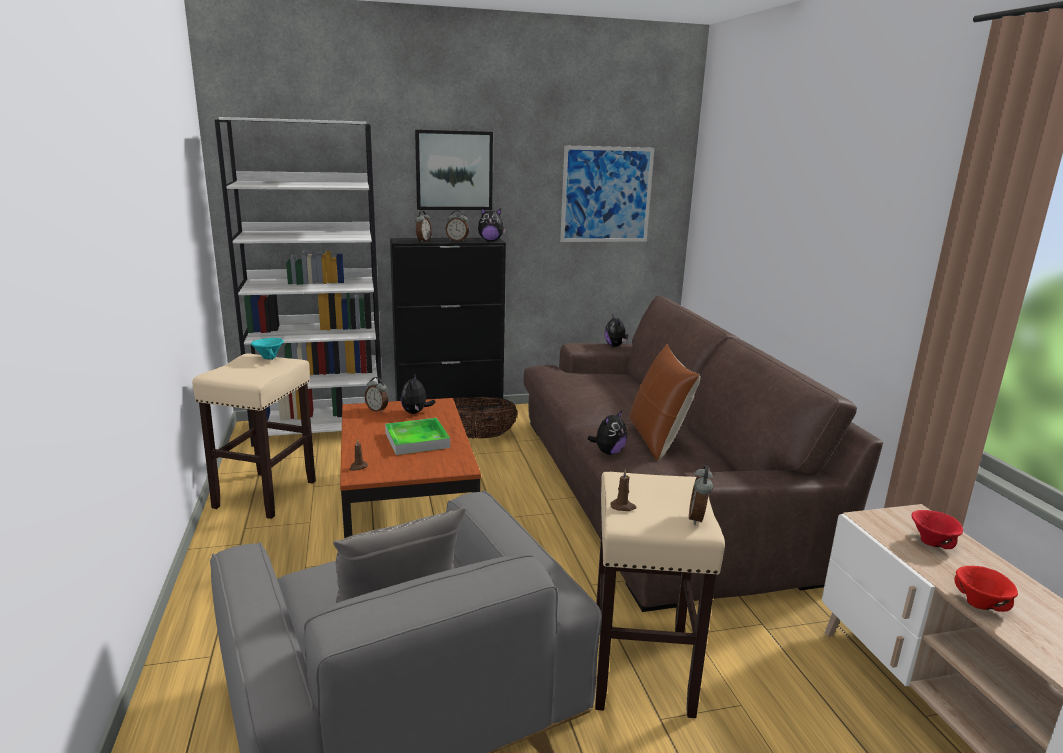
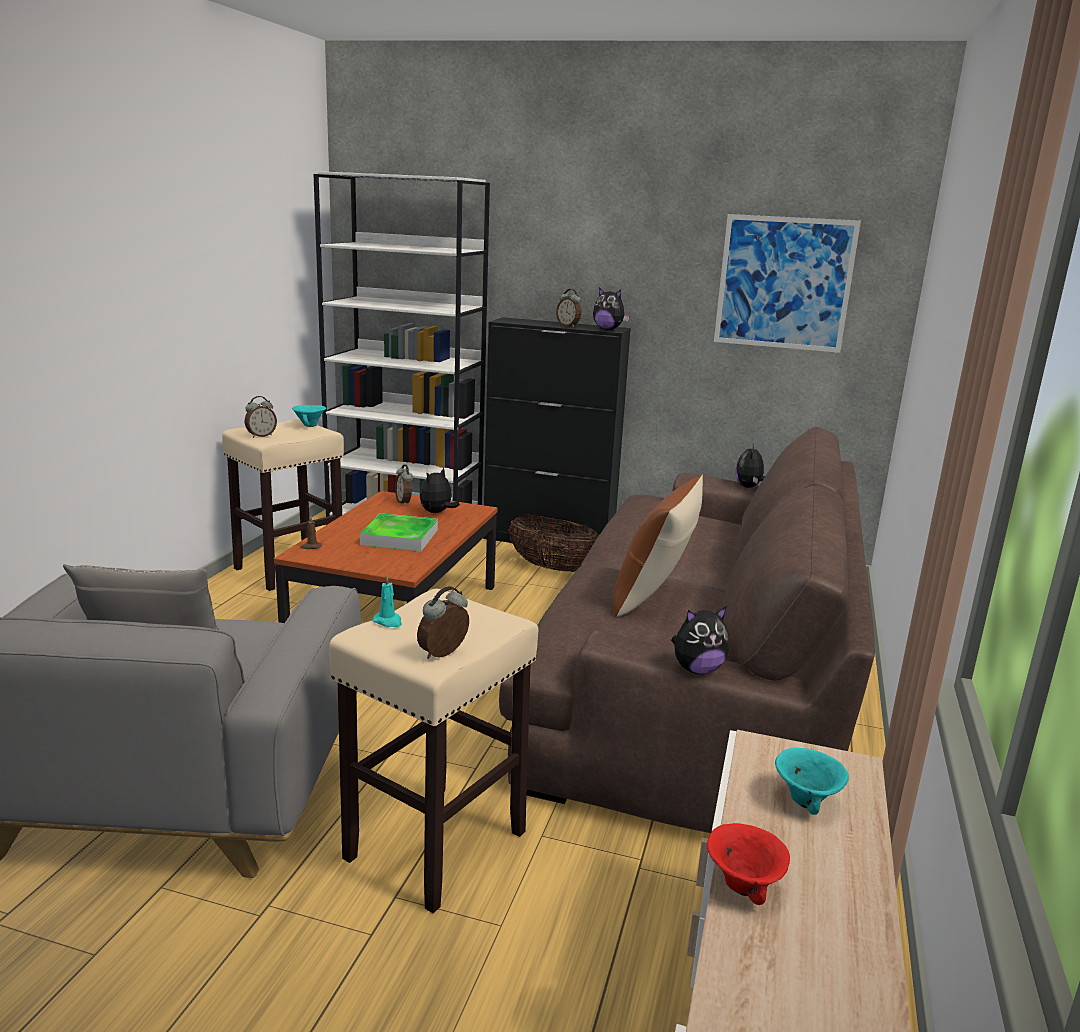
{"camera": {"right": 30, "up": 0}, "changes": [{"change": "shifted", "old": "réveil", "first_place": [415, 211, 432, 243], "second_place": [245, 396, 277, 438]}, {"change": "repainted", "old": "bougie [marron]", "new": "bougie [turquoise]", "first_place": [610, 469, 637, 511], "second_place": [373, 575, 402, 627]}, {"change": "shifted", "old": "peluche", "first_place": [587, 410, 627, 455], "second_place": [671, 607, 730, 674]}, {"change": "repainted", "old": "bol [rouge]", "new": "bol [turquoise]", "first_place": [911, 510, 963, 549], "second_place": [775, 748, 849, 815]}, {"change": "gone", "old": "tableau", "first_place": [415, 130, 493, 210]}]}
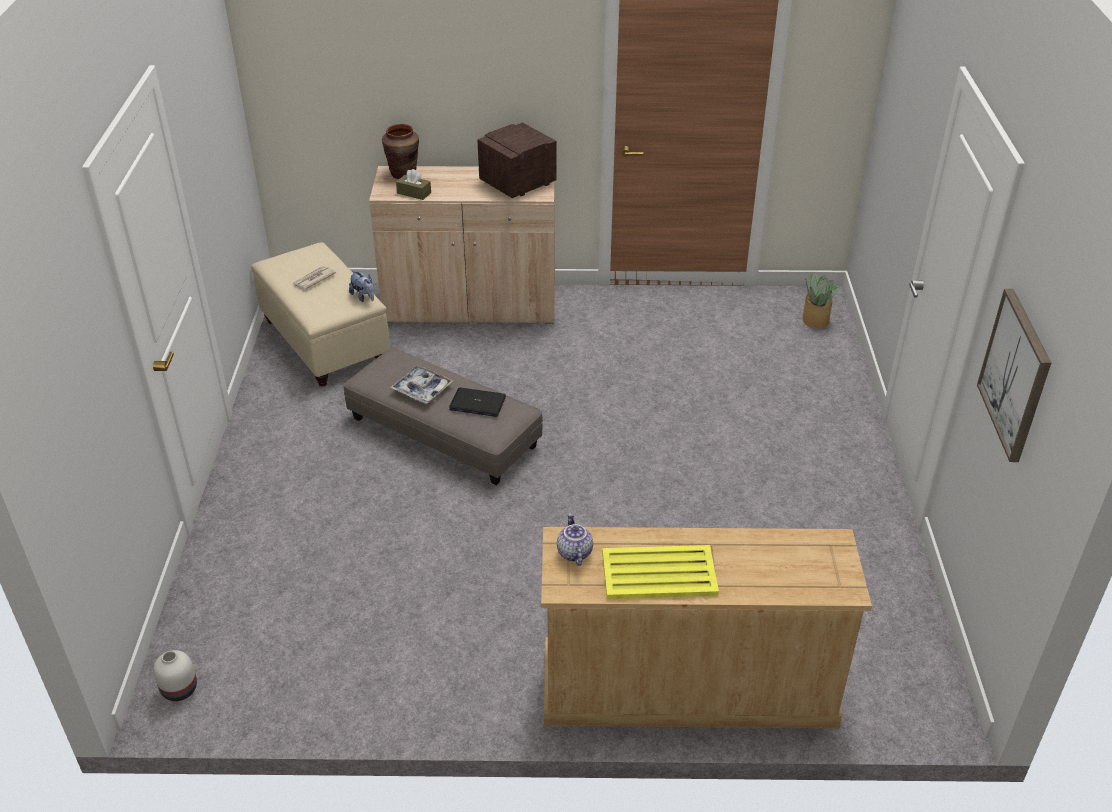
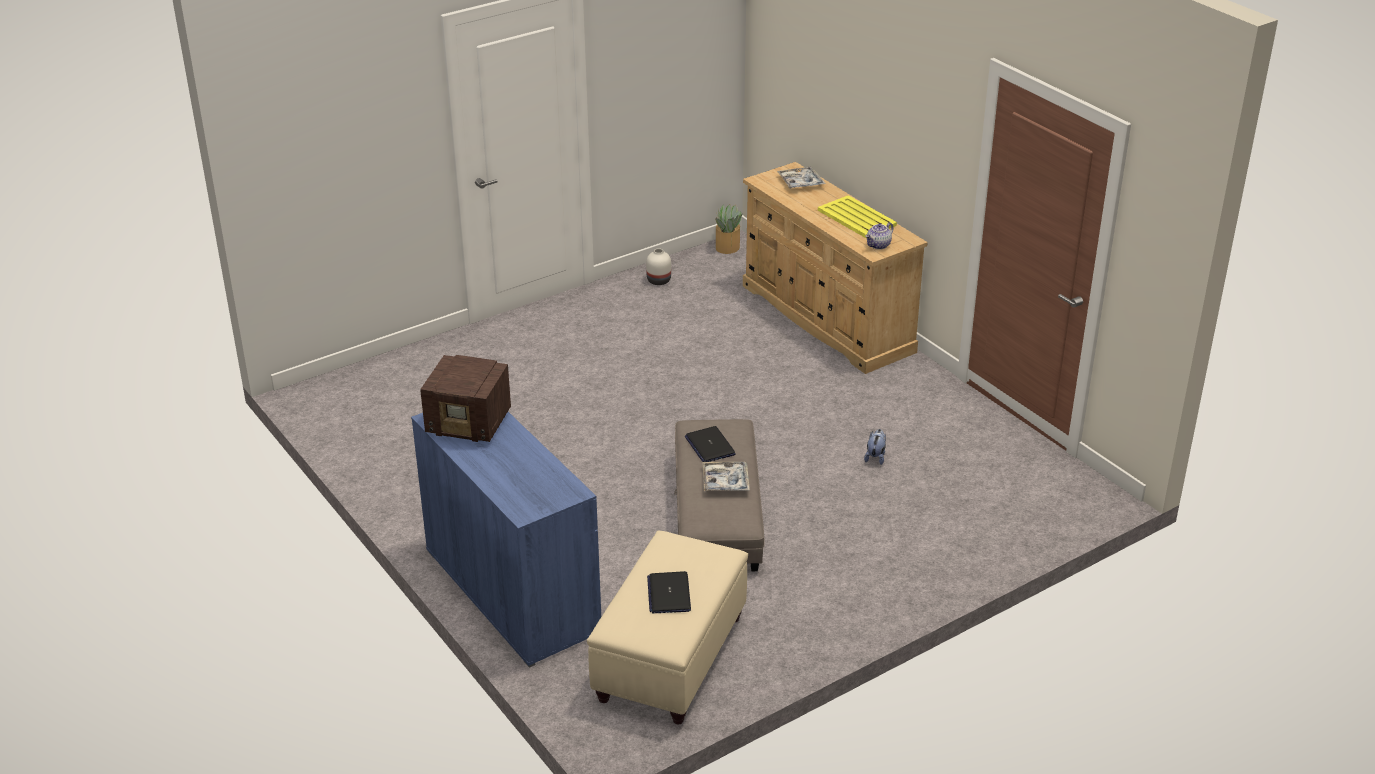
{"camera": {"right": -125, "up": -5}, "changes": [{"change": "repainted", "old": "meuble de rangement [beige]", "new": "meuble de rangement [bleu]", "first_place": [369, 166, 555, 324], "second_place": [411, 412, 601, 668]}, {"change": "shifted", "old": "vase [blanc]", "first_place": [153, 650, 197, 701], "second_place": [646, 248, 671, 285]}, {"change": "swapped", "old": "journal", "new": "ordinateur portable", "first_place": [293, 266, 336, 290], "second_place": [647, 571, 691, 613]}, {"change": "shifted", "old": "plante en pot", "first_place": [802, 272, 840, 329], "second_place": [715, 204, 742, 254]}, {"change": "new", "new": "plateau", "second_place": [777, 167, 826, 189]}, {"change": "shifted", "old": "peluche", "first_place": [349, 271, 374, 302], "second_place": [864, 429, 886, 465]}, {"change": "gone", "old": "vase [marron]", "first_place": [382, 124, 419, 179]}, {"change": "gone", "old": "boîte à mouchoirs [marron]", "first_place": [396, 169, 431, 200]}, {"change": "gone", "old": "tableau", "first_place": [977, 289, 1051, 462]}]}
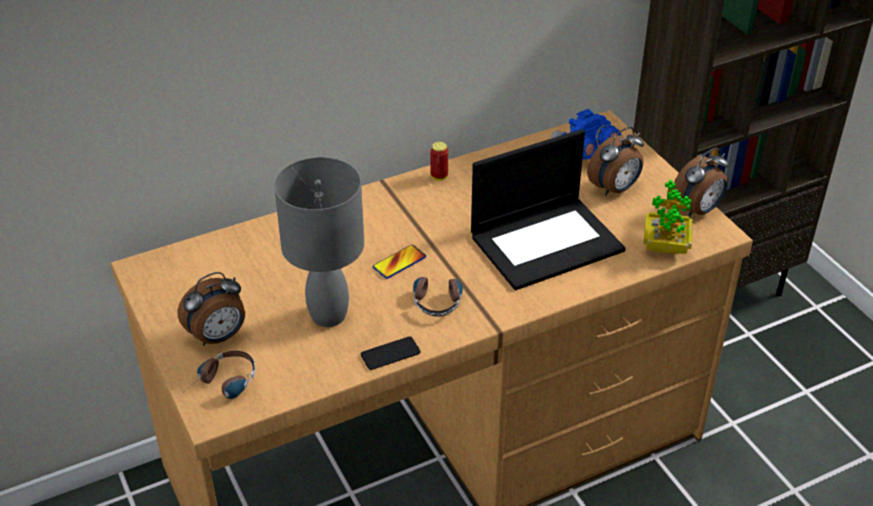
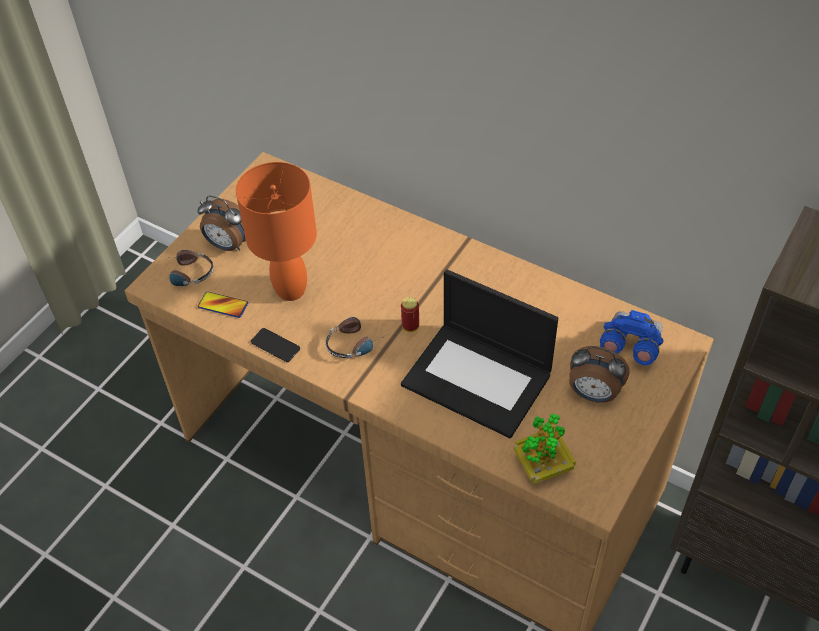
{"camera": {"right": 60, "up": 10}, "changes": [{"change": "shifted", "old": "téléphone", "first_place": [373, 245, 426, 279], "second_place": [198, 292, 248, 318]}, {"change": "repainted", "old": "lampe de table [gris]", "new": "lampe de table [orange]", "first_place": [274, 157, 364, 327], "second_place": [236, 162, 317, 301]}, {"change": "shifted", "old": "boîte métallique", "first_place": [430, 142, 448, 181], "second_place": [401, 297, 419, 332]}, {"change": "gone", "old": "réveil", "first_place": [672, 148, 729, 217]}]}
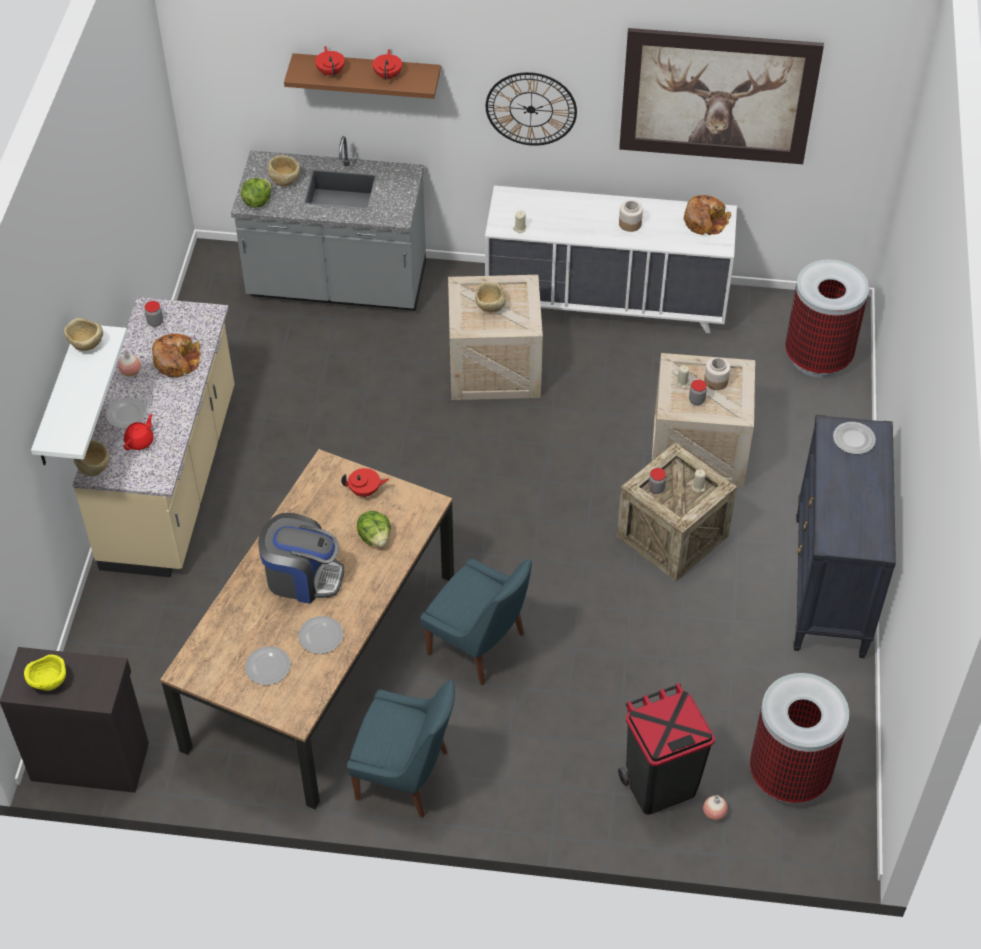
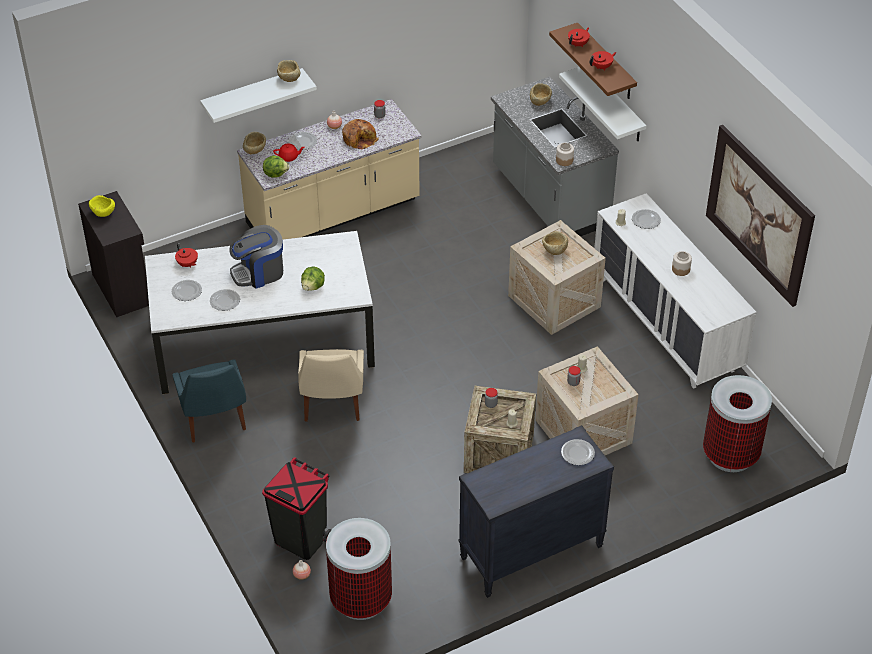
{"camera": {"right": 55, "up": -5}, "changes": [{"change": "repainted", "old": "table à manger [marron]", "new": "table à manger [blanc]", "first_place": [160, 449, 454, 810], "second_place": [145, 231, 375, 394]}, {"change": "shifted", "old": "théière [rouge]", "first_place": [341, 468, 389, 497], "second_place": [175, 243, 198, 267]}, {"change": "rotated", "old": "machine à café", "first_place": [258, 513, 344, 604], "second_place": [229, 225, 283, 288], "degrees": 90}, {"change": "shifted", "old": "laitue", "first_place": [241, 178, 271, 208], "second_place": [263, 155, 290, 178]}, {"change": "repainted", "old": "chaise [bleu]", "new": "chaise [beige]", "first_place": [420, 558, 532, 686], "second_place": [298, 349, 364, 422]}, {"change": "shifted", "old": "bocal", "first_place": [704, 357, 730, 390], "second_place": [556, 143, 574, 166]}, {"change": "new", "new": "étagère [blanc]", "second_place": [559, 67, 647, 141]}, {"change": "new", "new": "assiette", "second_place": [632, 209, 661, 229]}, {"change": "gone", "old": "horloge murale", "first_place": [486, 72, 577, 146]}, {"change": "gone", "old": "pain", "first_place": [684, 195, 731, 235]}]}
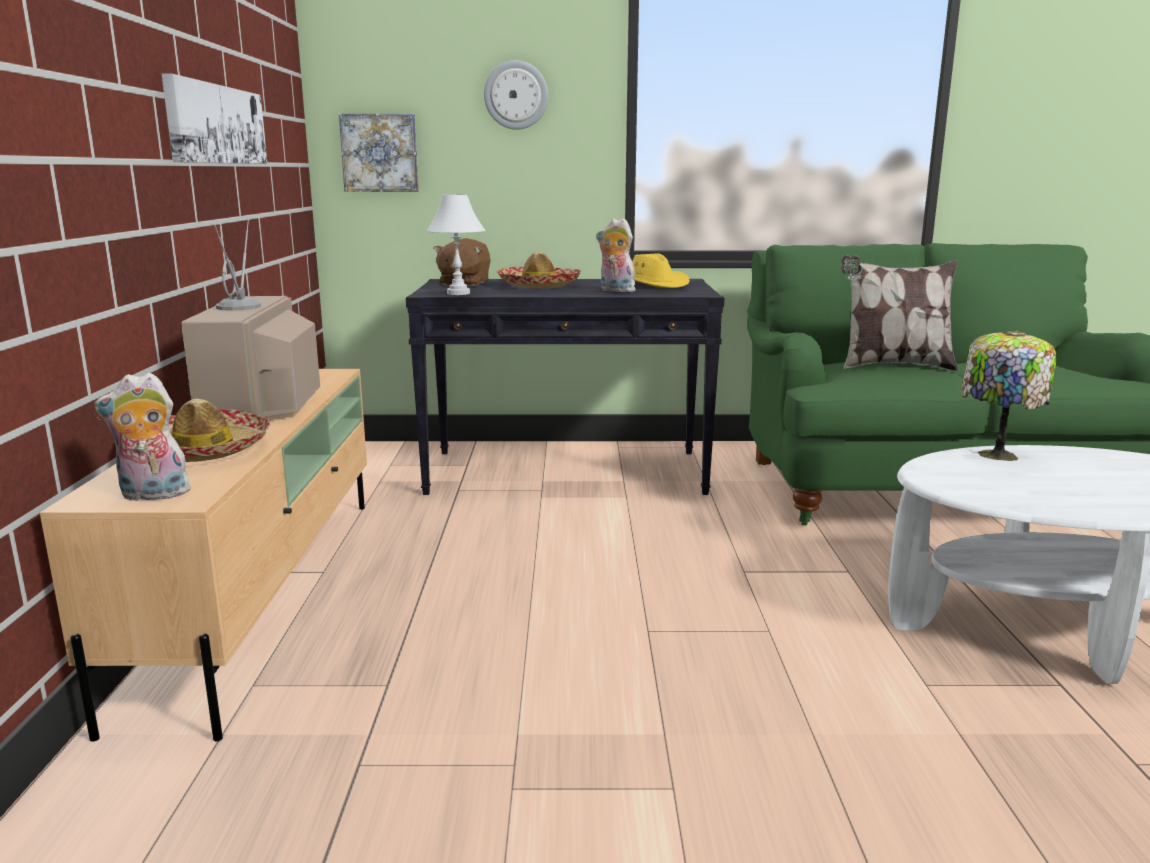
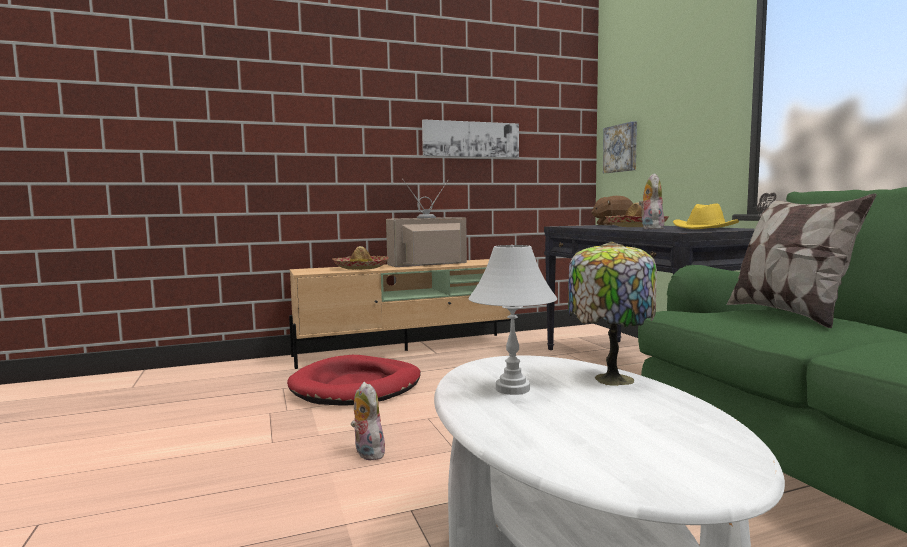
{"camera": {"right": 70, "up": -10}, "changes": [{"change": "new", "new": "panier pour chien [rouge]", "second_place": [287, 355, 421, 405]}, {"change": "shifted", "old": "peluche", "first_place": [94, 372, 193, 501], "second_place": [351, 382, 385, 461]}, {"change": "shifted", "old": "lampe de table [blanc]", "first_place": [427, 194, 486, 295], "second_place": [468, 245, 557, 395]}, {"change": "gone", "old": "horloge murale", "first_place": [484, 60, 549, 130]}]}
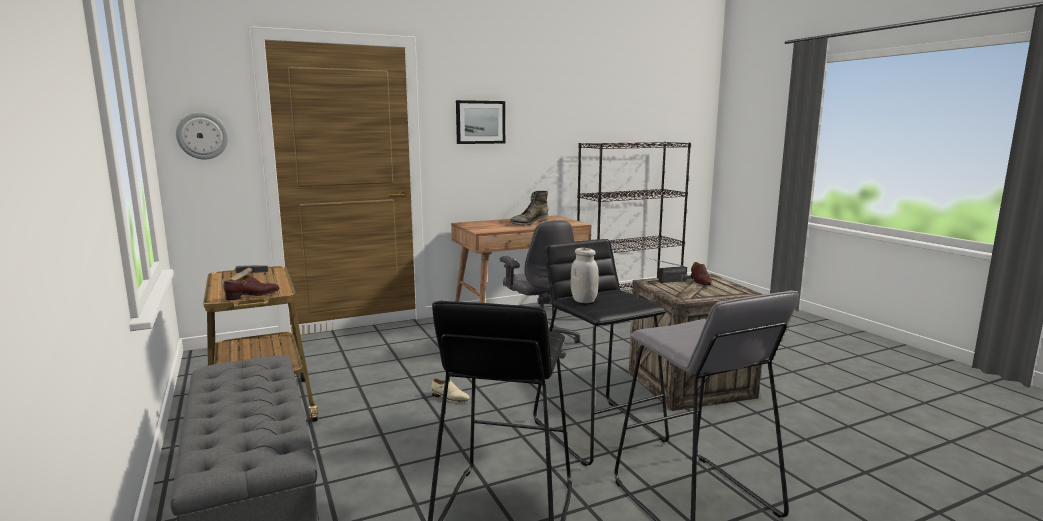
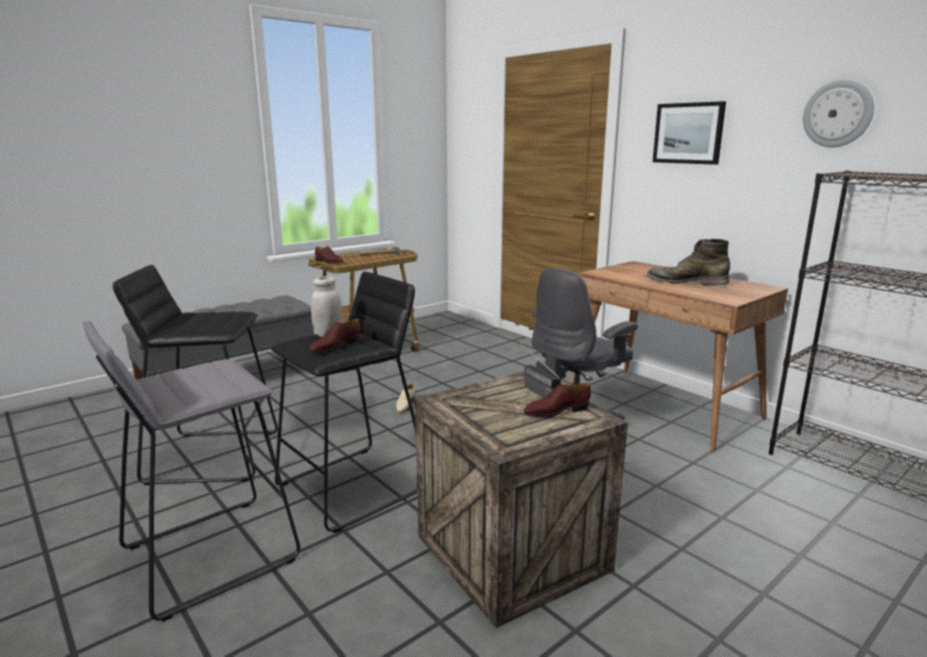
{"camera": {"right": 75, "up": 5}, "changes": [{"change": "new", "new": "chaussure [marron]", "second_place": [309, 319, 360, 353]}, {"change": "shifted", "old": "horloge murale", "first_place": [176, 112, 228, 159], "second_place": [803, 80, 874, 148]}]}
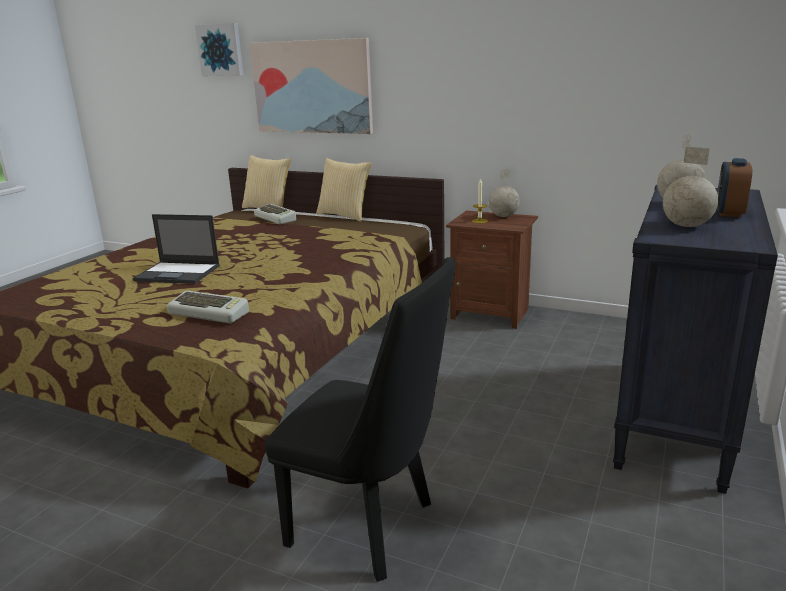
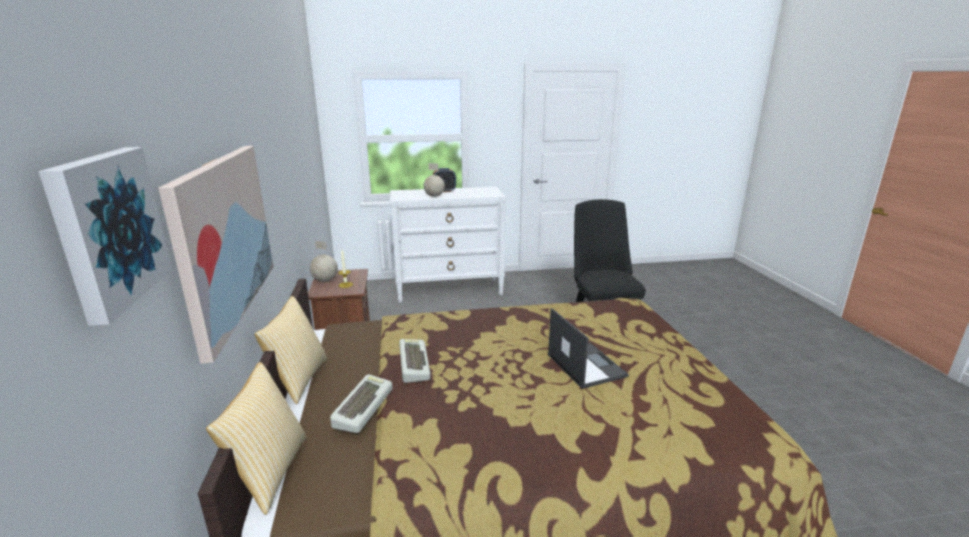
{"camera": {"right": -125, "up": 0}, "changes": [{"change": "repainted", "old": "commode [noir]", "new": "commode [blanc]", "first_place": [613, 185, 778, 494], "second_place": [389, 187, 507, 302]}, {"change": "shifted", "old": "clavier", "first_place": [167, 291, 249, 323], "second_place": [399, 339, 431, 383]}, {"change": "gone", "old": "globe", "first_place": [663, 146, 718, 227]}]}
